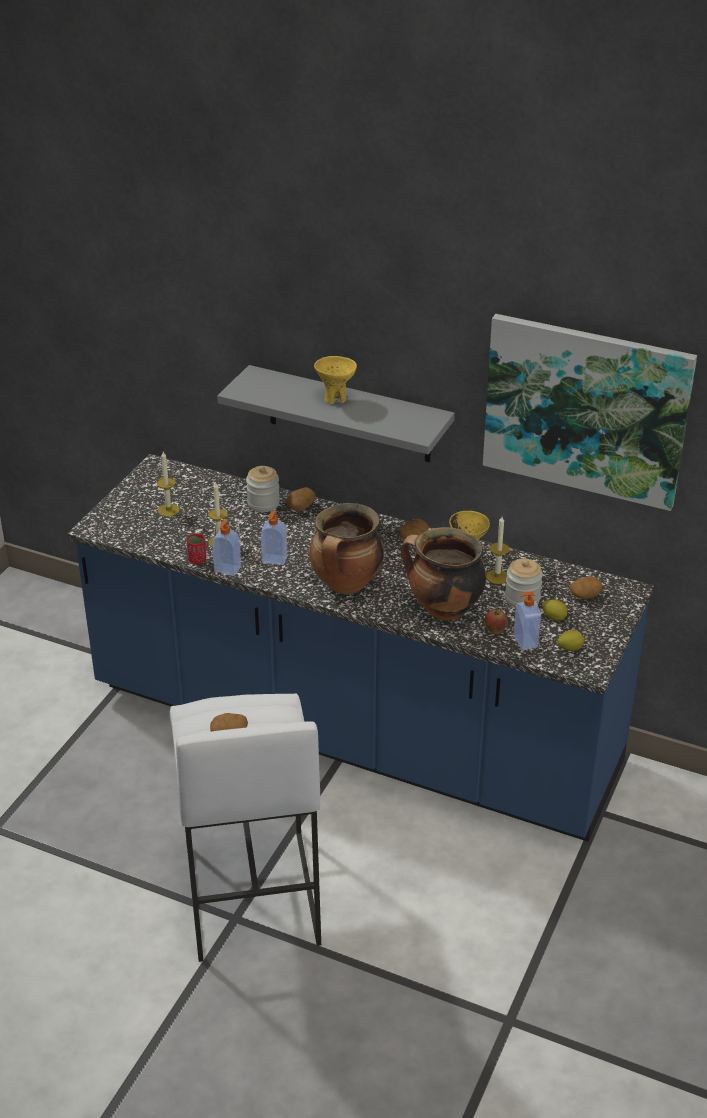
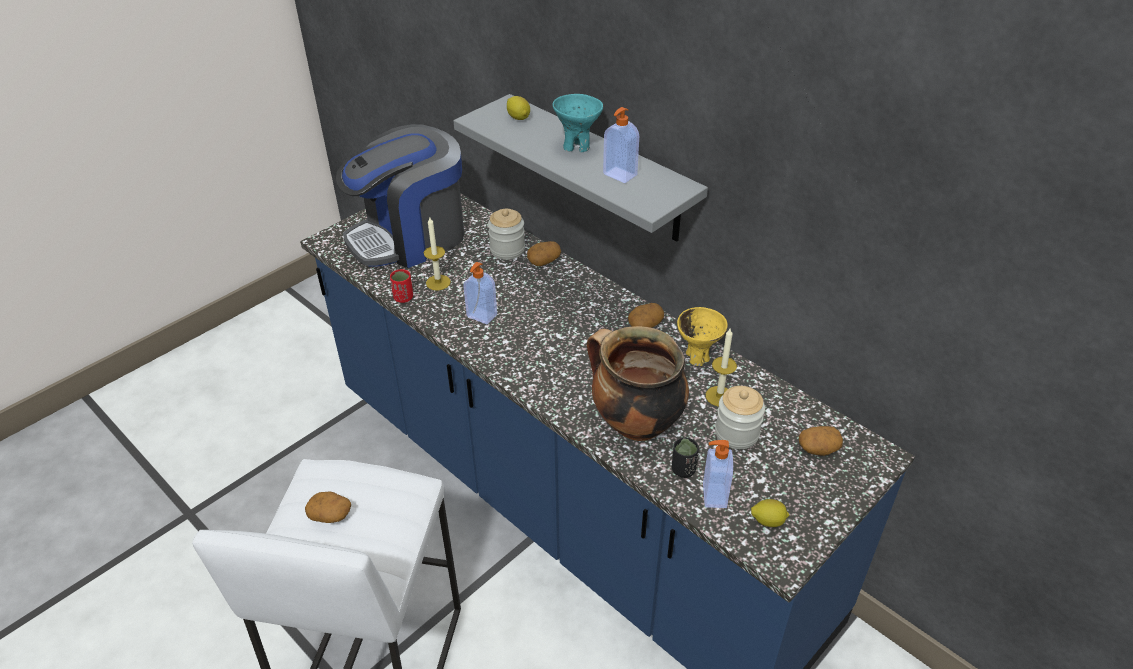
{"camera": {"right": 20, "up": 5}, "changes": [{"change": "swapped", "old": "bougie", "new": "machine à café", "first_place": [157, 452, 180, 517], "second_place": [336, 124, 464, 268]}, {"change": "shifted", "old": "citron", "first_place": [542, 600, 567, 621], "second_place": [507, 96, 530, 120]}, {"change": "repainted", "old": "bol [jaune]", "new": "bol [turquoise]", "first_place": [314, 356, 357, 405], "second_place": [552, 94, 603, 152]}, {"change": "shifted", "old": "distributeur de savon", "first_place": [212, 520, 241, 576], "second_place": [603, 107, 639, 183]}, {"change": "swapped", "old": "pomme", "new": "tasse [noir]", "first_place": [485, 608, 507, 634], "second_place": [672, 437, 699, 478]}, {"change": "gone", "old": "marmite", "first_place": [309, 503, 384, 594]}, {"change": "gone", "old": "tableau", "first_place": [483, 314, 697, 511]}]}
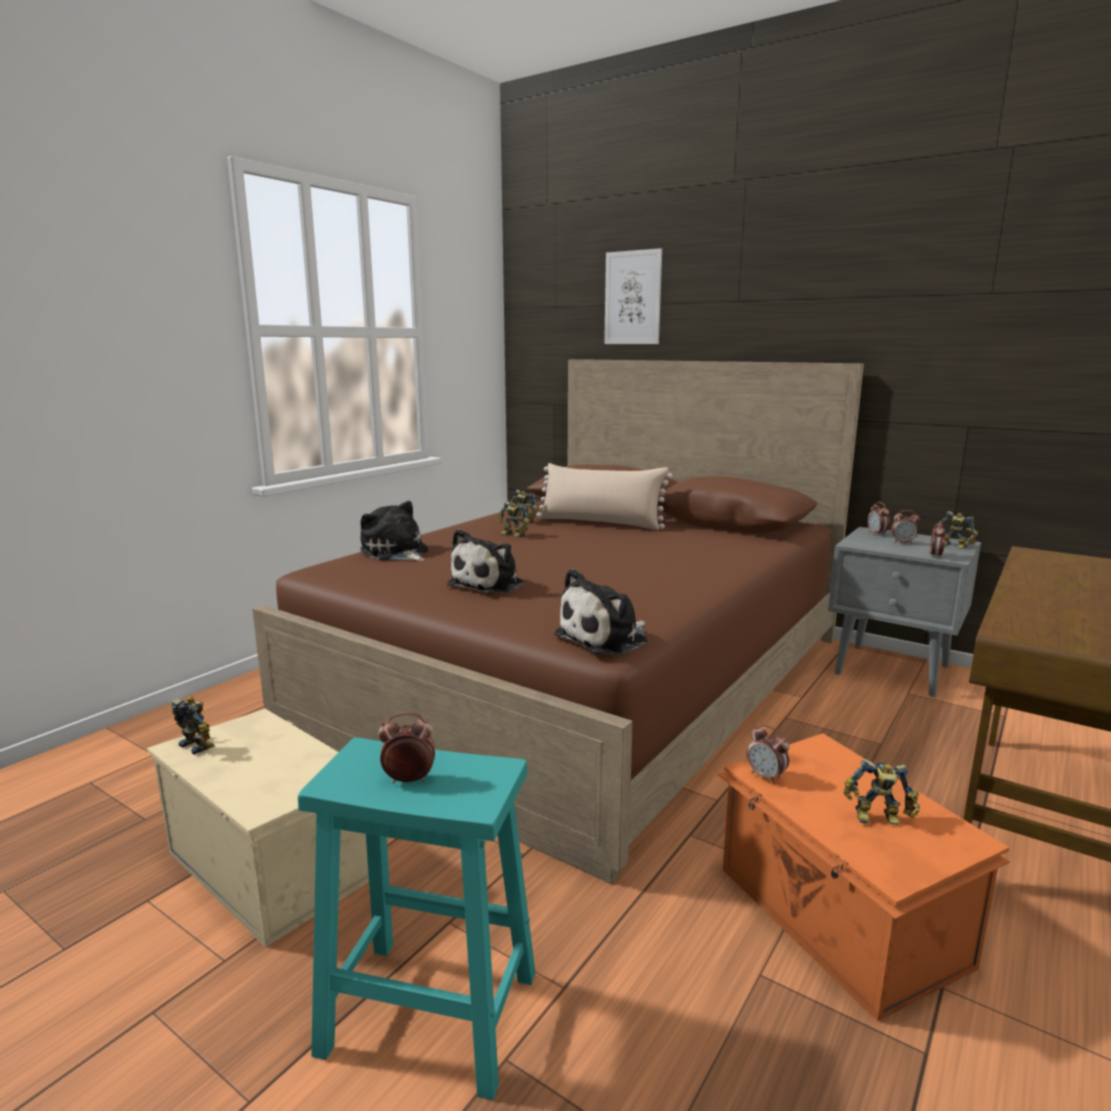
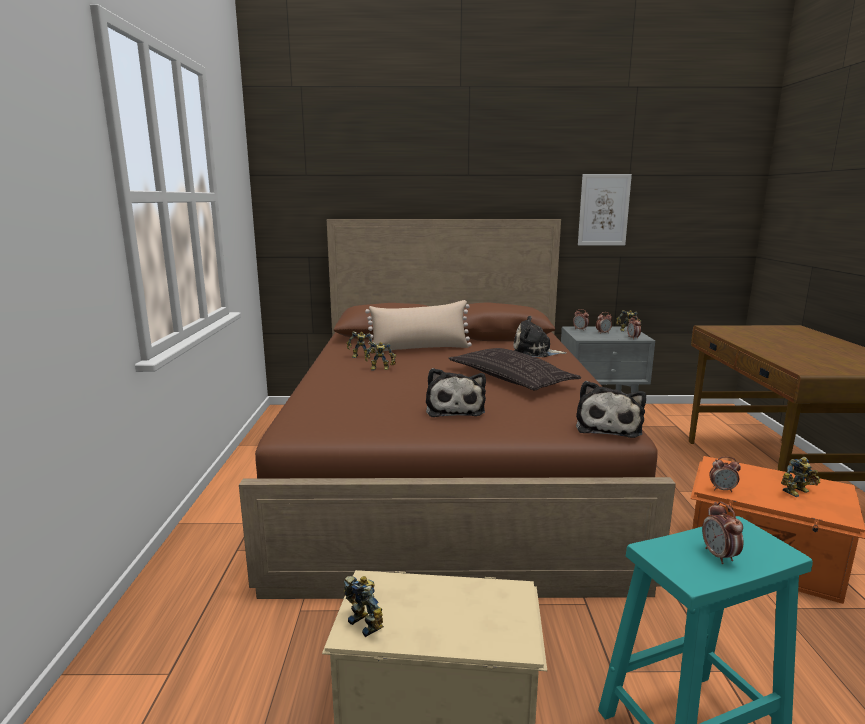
{"camera": {"right": -35, "up": 0}, "changes": [{"change": "rotated", "old": "robot jouet", "first_place": [171, 697, 215, 755], "second_place": [344, 576, 384, 637], "degrees": 45}, {"change": "new", "new": "coussin", "second_place": [449, 348, 581, 391]}, {"change": "shifted", "old": "peluche", "first_place": [360, 501, 428, 561], "second_place": [513, 316, 567, 357]}, {"change": "shifted", "old": "tableau", "first_place": [604, 248, 662, 344], "second_place": [578, 174, 632, 245]}, {"change": "rotated", "old": "réveil", "first_place": [378, 713, 435, 784], "second_place": [702, 501, 743, 564], "degrees": -60}]}
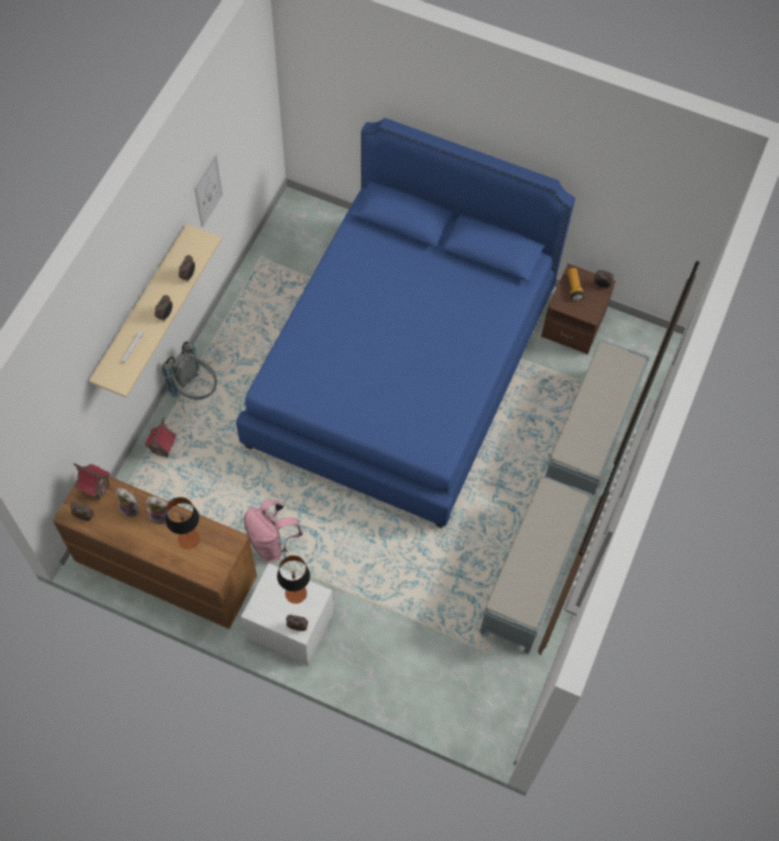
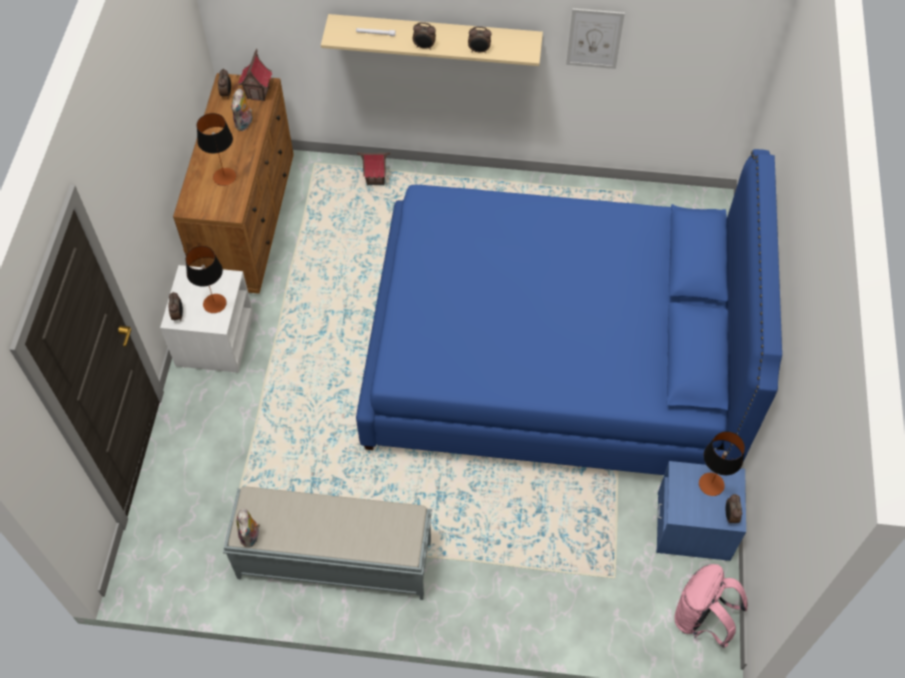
{"camera": {"right": 75, "up": -5}, "changes": [{"change": "shifted", "old": "peluche", "first_place": [146, 496, 170, 525], "second_place": [237, 508, 260, 548]}, {"change": "repainted", "old": "table de chevet [marron]", "new": "table de chevet [bleu]", "first_place": [541, 263, 616, 355], "second_place": [656, 461, 746, 561]}, {"change": "shifted", "old": "sac à dos [rose]", "first_place": [244, 500, 303, 562], "second_place": [674, 564, 748, 648]}, {"change": "swapped", "old": "lampe de poche", "new": "lampe de table", "first_place": [568, 268, 584, 302], "second_place": [699, 431, 745, 496]}, {"change": "gone", "old": "sac à dos [gris]", "first_place": [162, 341, 217, 400]}, {"change": "gone", "old": "banc [gris]", "first_place": [545, 340, 650, 496]}]}
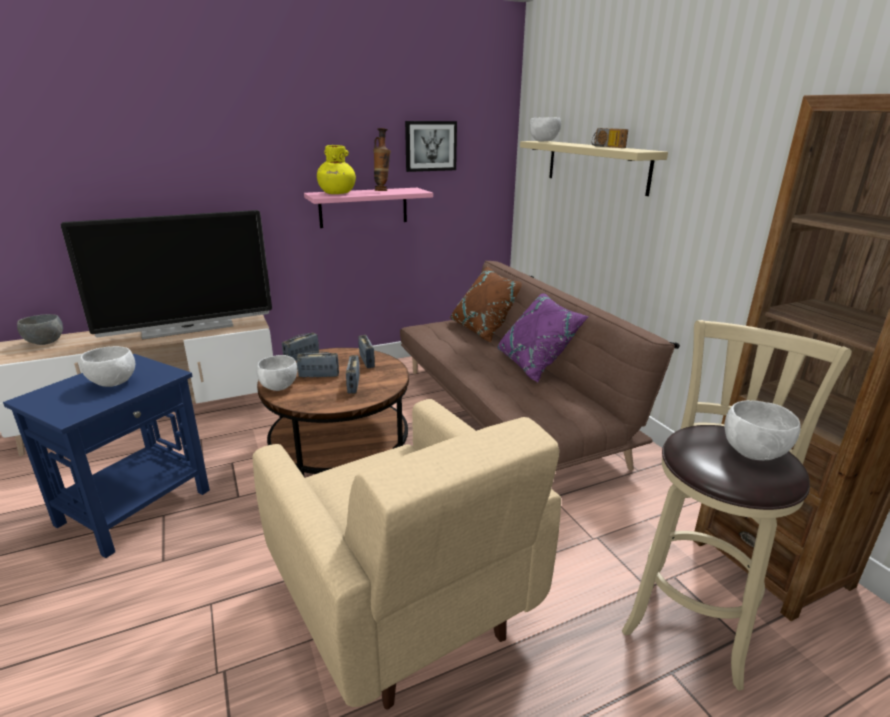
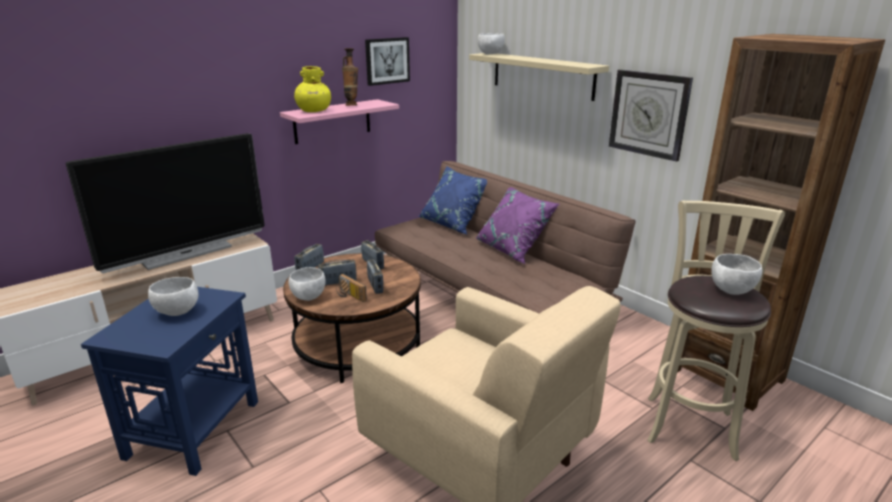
{"camera": {"right": -15, "up": 0}, "changes": [{"change": "shifted", "old": "radio", "first_place": [592, 128, 628, 148], "second_place": [336, 274, 367, 302]}, {"change": "repainted", "old": "coussin [marron]", "new": "coussin [bleu]", "first_place": [450, 266, 522, 342], "second_place": [419, 166, 487, 235]}, {"change": "new", "new": "horloge murale", "second_place": [609, 70, 693, 162]}, {"change": "gone", "old": "bol [gris]", "first_place": [17, 314, 63, 345]}]}
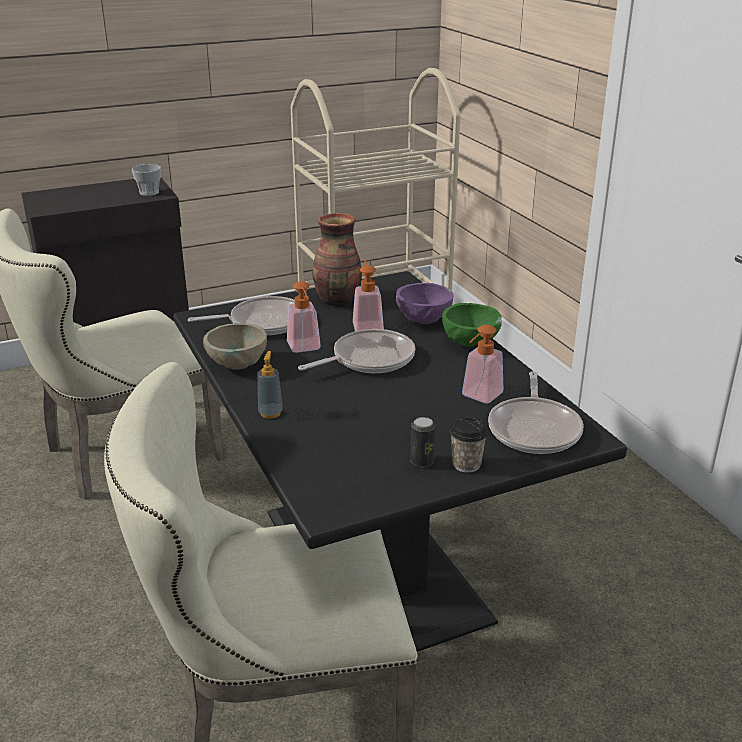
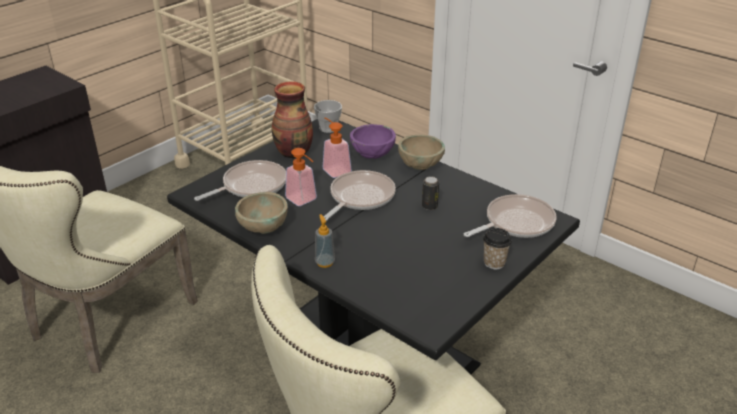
{"camera": {"right": -25, "up": 5}, "changes": [{"change": "shifted", "old": "tasse", "first_place": [132, 164, 161, 196], "second_place": [314, 100, 342, 133]}, {"change": "repainted", "old": "bol [vert]", "new": "bol [beige]", "first_place": [442, 303, 502, 347], "second_place": [398, 135, 445, 170]}, {"change": "shifted", "old": "boîte métallique", "first_place": [410, 417, 435, 467], "second_place": [422, 176, 439, 210]}, {"change": "rotated", "old": "poêle", "first_place": [488, 371, 584, 454], "second_place": [464, 194, 557, 238], "degrees": -105}, {"change": "gone", "old": "distributeur de savon", "first_place": [462, 325, 504, 404]}]}
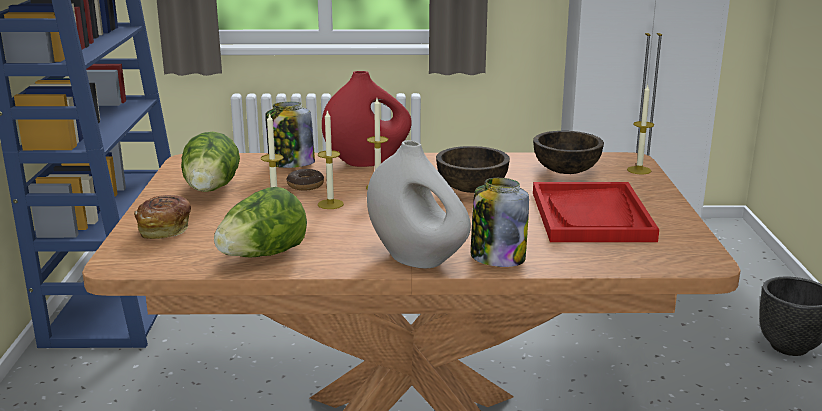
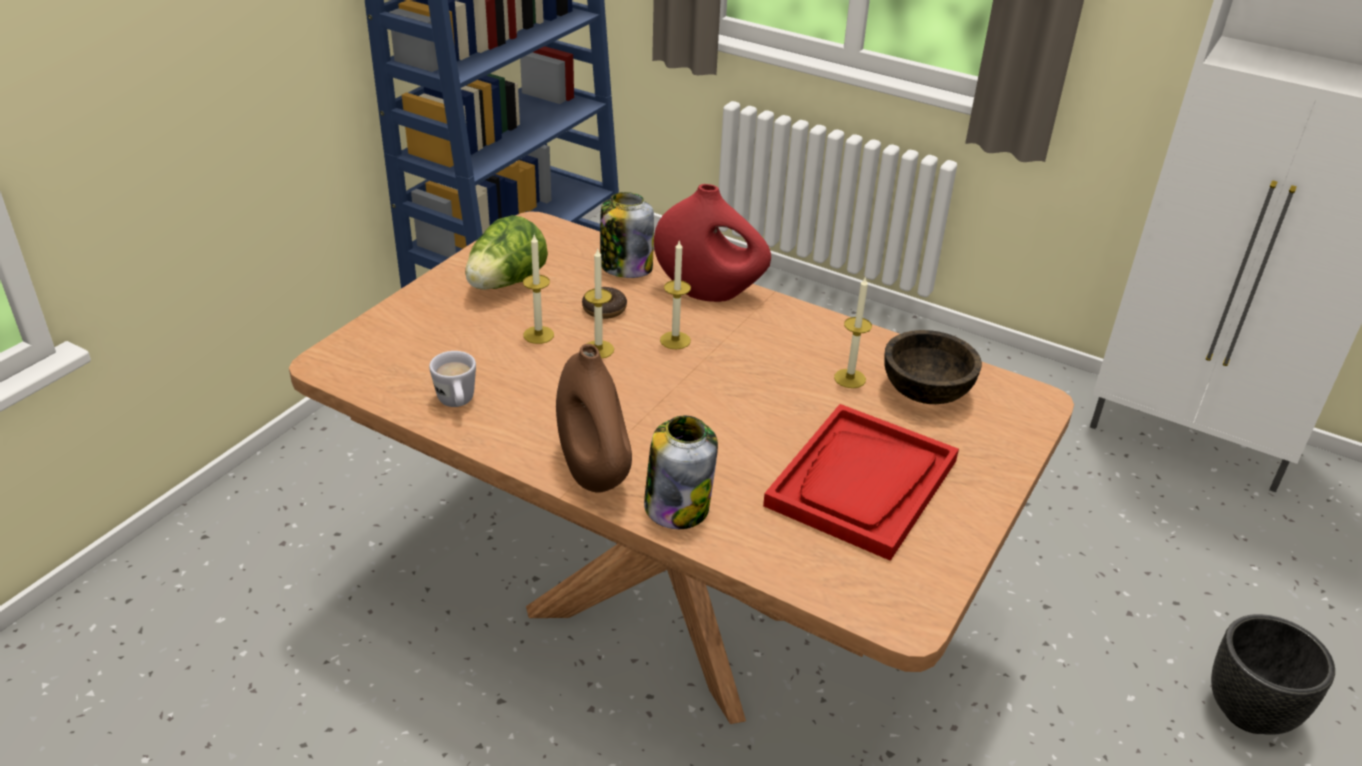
{"camera": {"right": 30, "up": 15}, "changes": [{"change": "swapped", "old": "laitue", "new": "mug [blanc]", "first_place": [214, 187, 307, 257], "second_place": [429, 351, 476, 407]}, {"change": "repainted", "old": "vase [blanc]", "new": "vase [marron]", "first_place": [367, 140, 471, 268], "second_place": [556, 344, 632, 492]}, {"change": "shifted", "old": "bougie", "first_place": [627, 85, 654, 174], "second_place": [834, 276, 872, 388]}, {"change": "gone", "old": "pain", "first_place": [134, 195, 191, 239]}, {"change": "gone", "old": "bol [marron]", "first_place": [436, 146, 510, 193]}]}
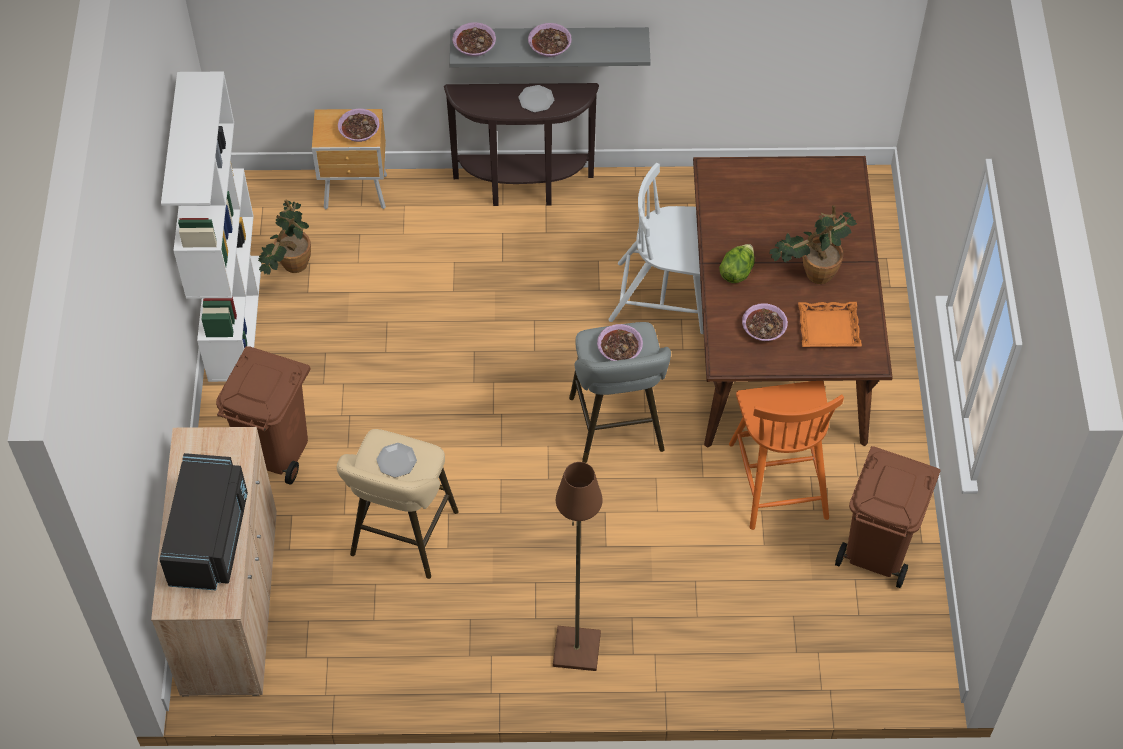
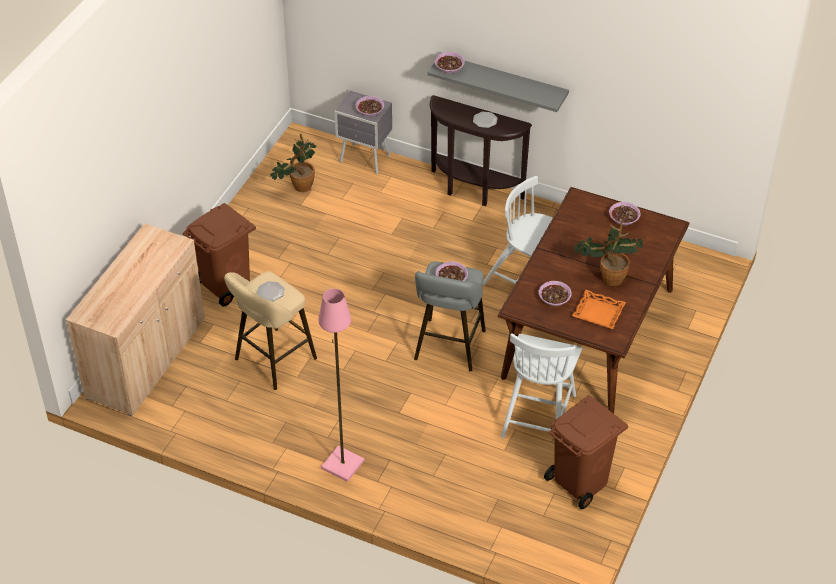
{"camera": {"right": 25, "up": -10}, "changes": [{"change": "repainted", "old": "lampadaire [marron]", "new": "lampadaire [rose]", "first_place": [553, 462, 602, 671], "second_place": [318, 288, 364, 482]}, {"change": "repainted", "old": "table de chevet [marron]", "new": "table de chevet [gris]", "first_place": [312, 109, 387, 209], "second_place": [335, 91, 392, 174]}, {"change": "repainted", "old": "chaise [orange]", "new": "chaise [blanc]", "first_place": [729, 381, 844, 530], "second_place": [501, 333, 582, 438]}, {"change": "shifted", "old": "bol", "first_place": [528, 23, 572, 57], "second_place": [609, 202, 641, 225]}, {"change": "gone", "old": "micro-ondes [noir]", "first_place": [159, 453, 248, 591]}, {"change": "gone", "old": "bibliothèque [blanc]", "first_place": [161, 72, 262, 382]}, {"change": "gone", "old": "laitue", "first_place": [719, 244, 755, 283]}]}
